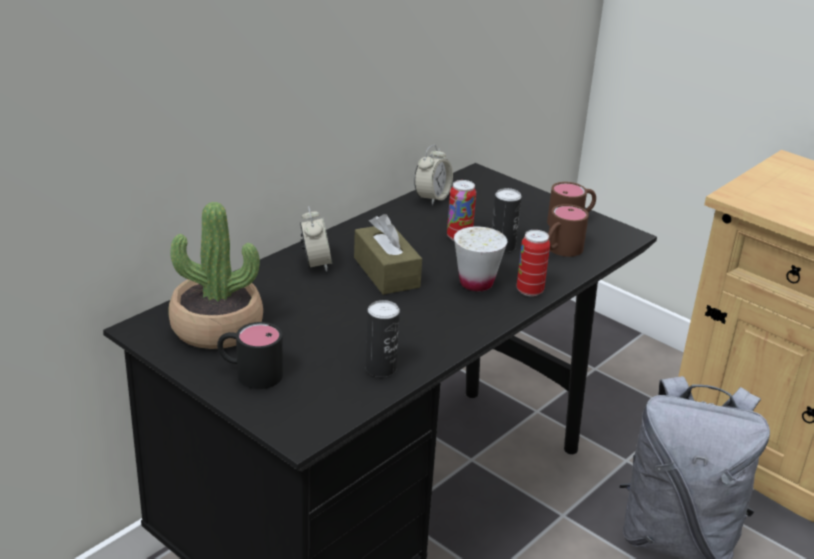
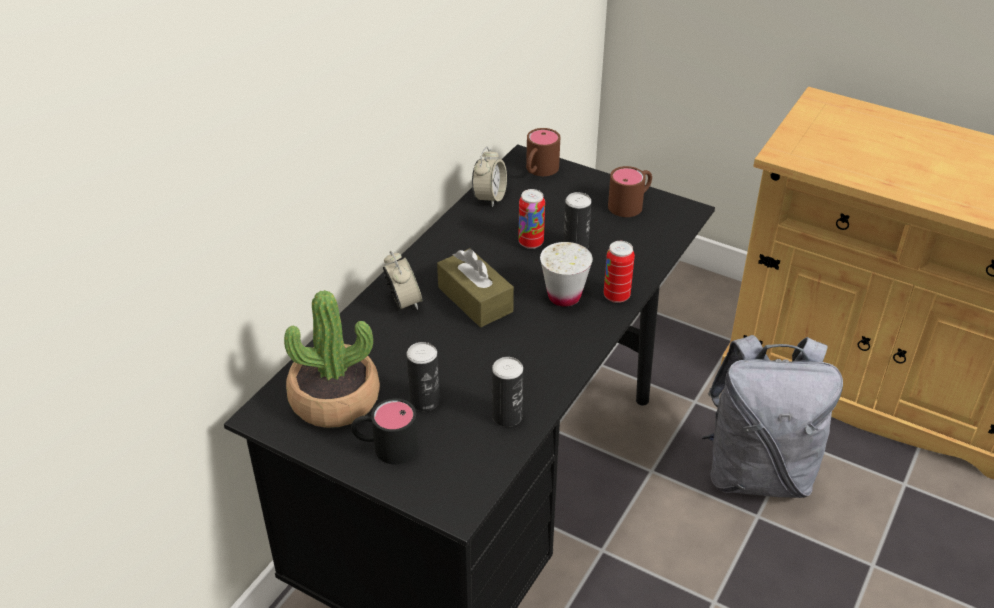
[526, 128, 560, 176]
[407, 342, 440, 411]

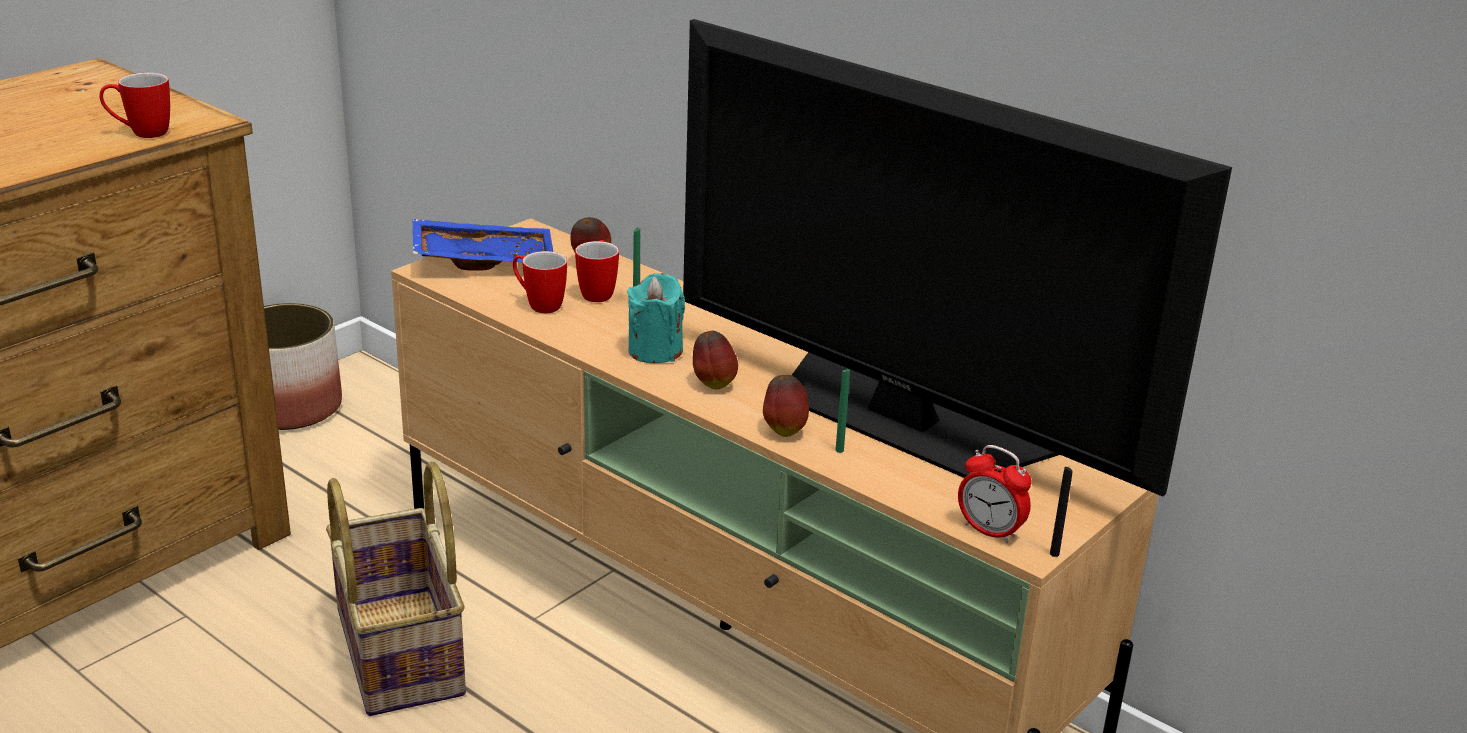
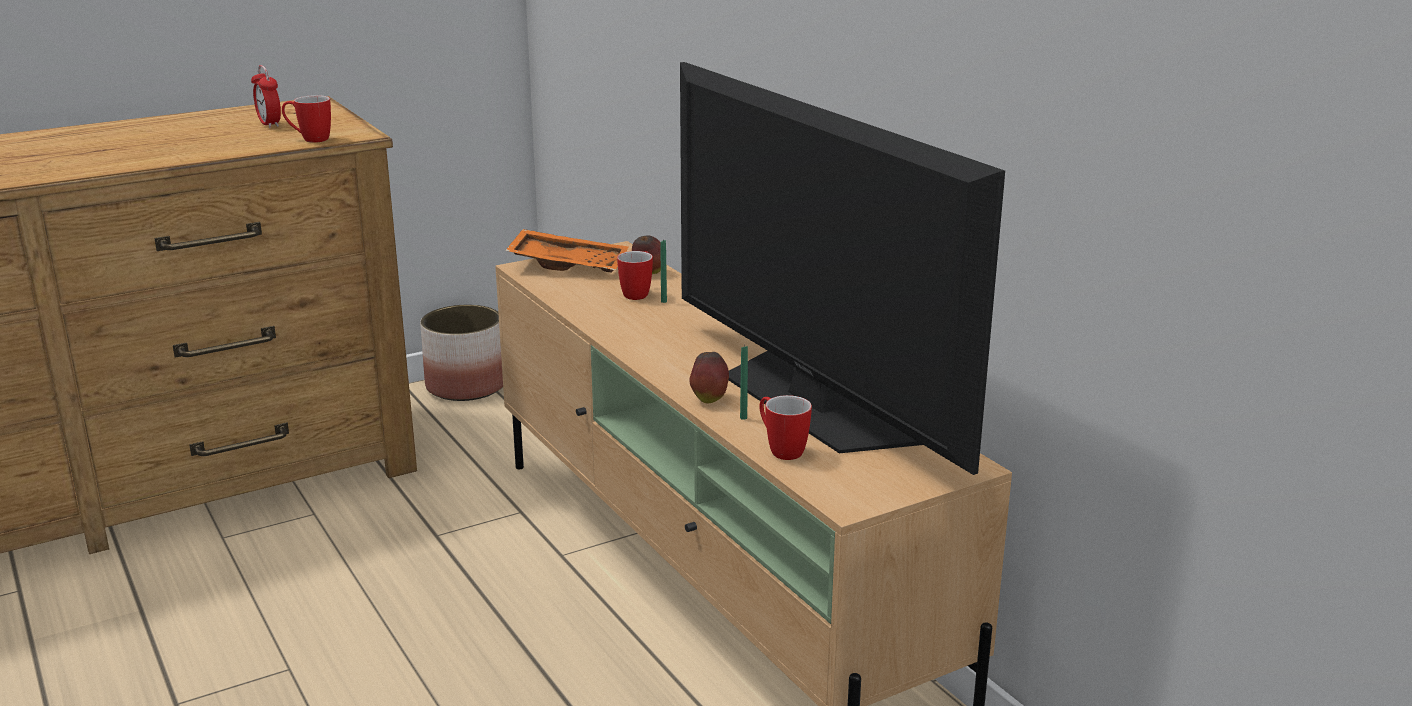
[326, 461, 466, 716] (first image)
[505, 229, 628, 273]
[760, 395, 812, 460]
[627, 273, 685, 363] (first image)
[693, 331, 738, 389] (first image)
[251, 65, 281, 128]
[1050, 467, 1073, 557] (first image)

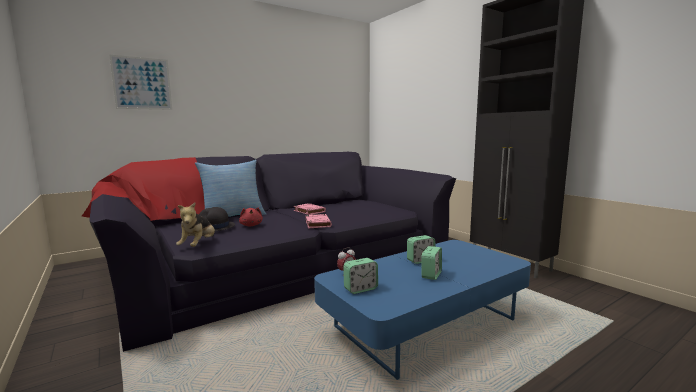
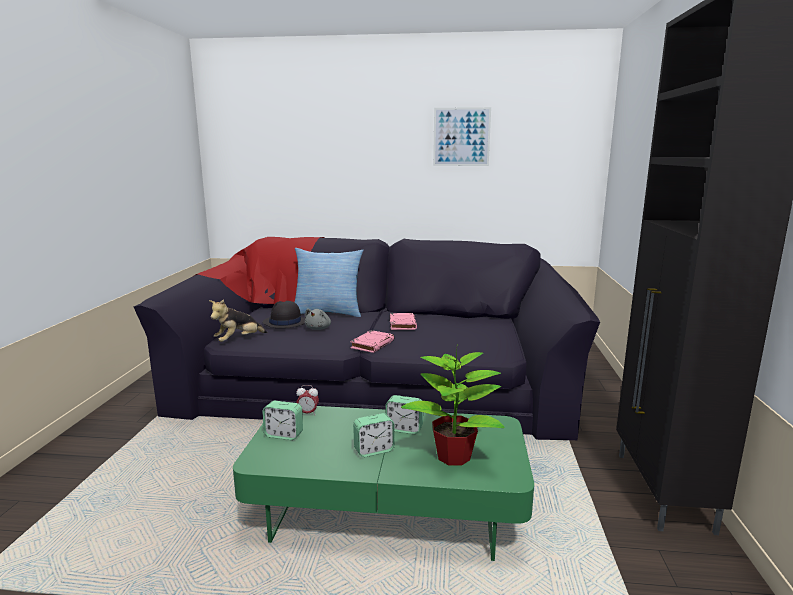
[433, 107, 491, 166]
[305, 308, 331, 330]
[233, 406, 534, 561]
[401, 347, 505, 466]

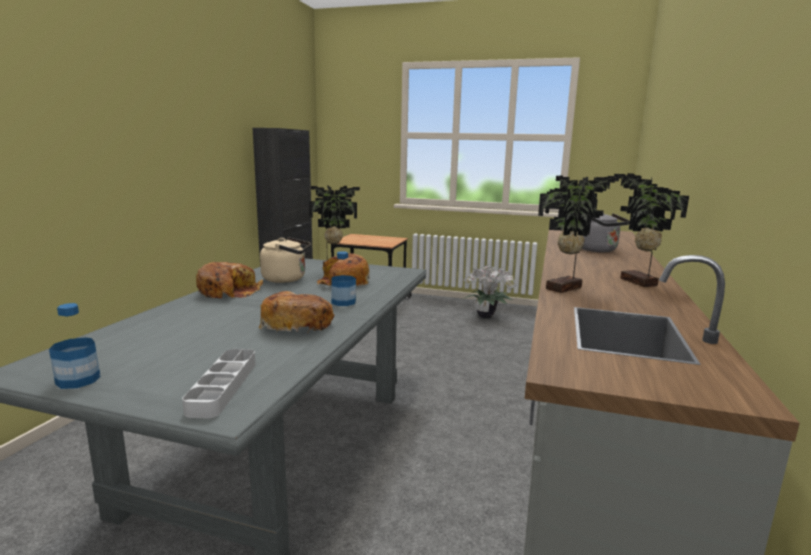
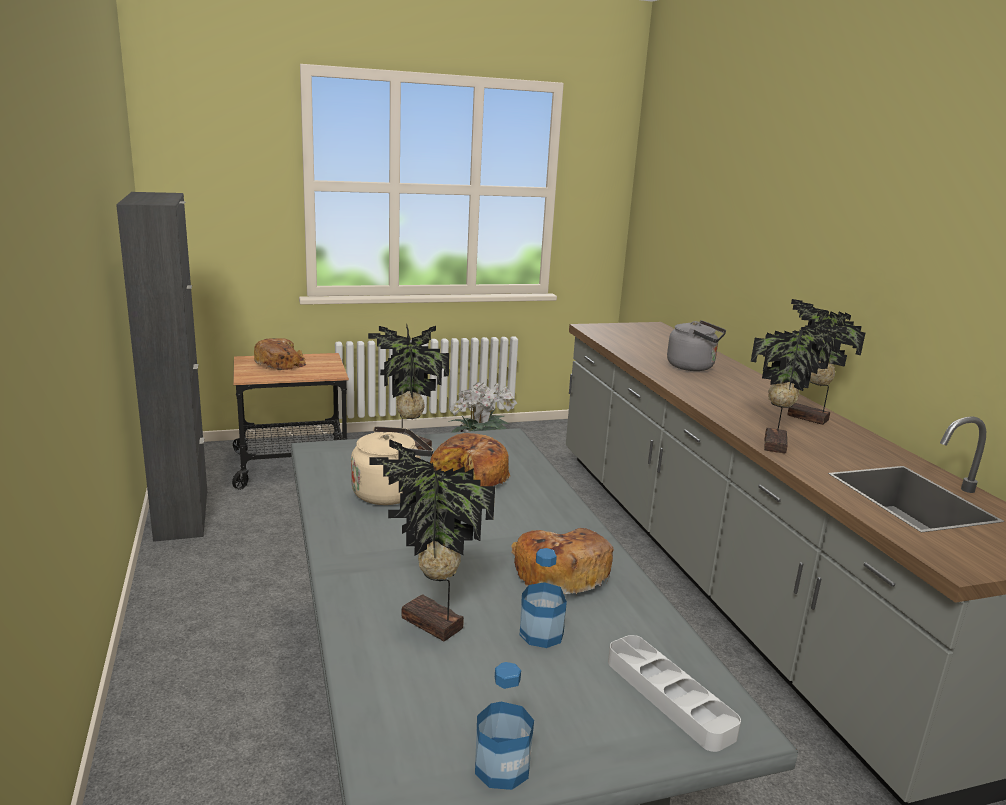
[254, 338, 306, 370]
[520, 548, 567, 648]
[370, 439, 495, 641]

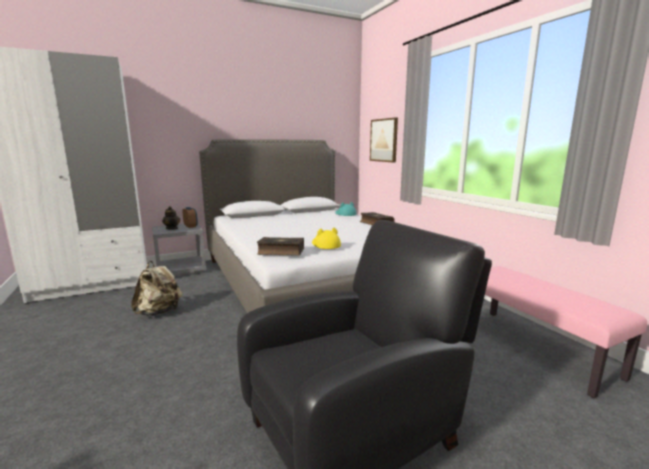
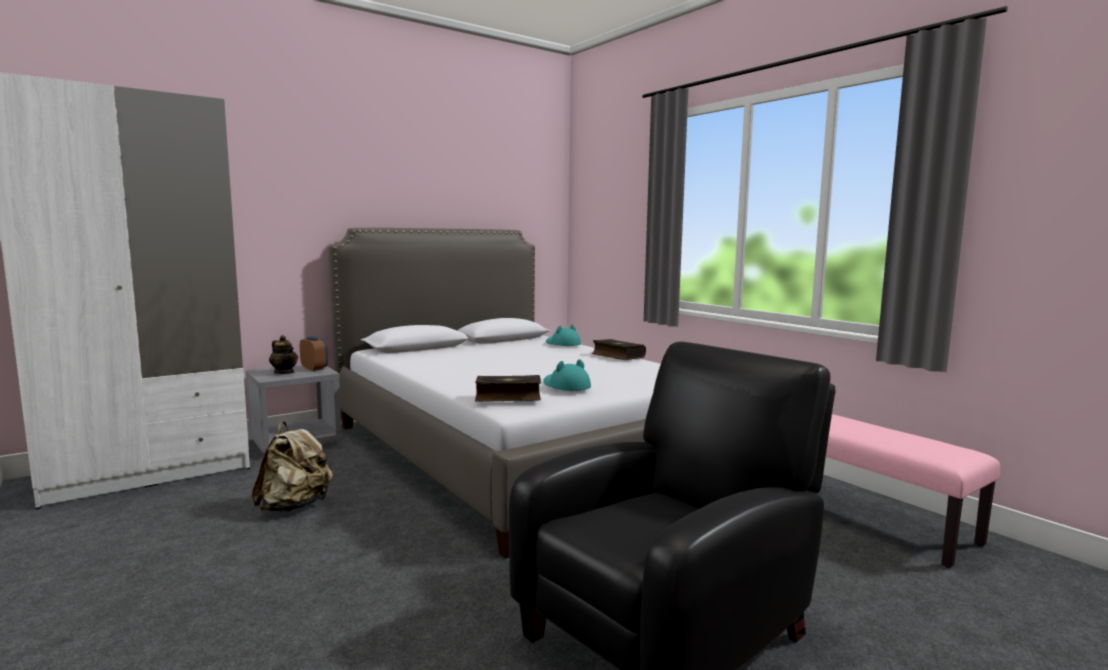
[543, 359, 591, 391]
[370, 118, 398, 163] (first image)

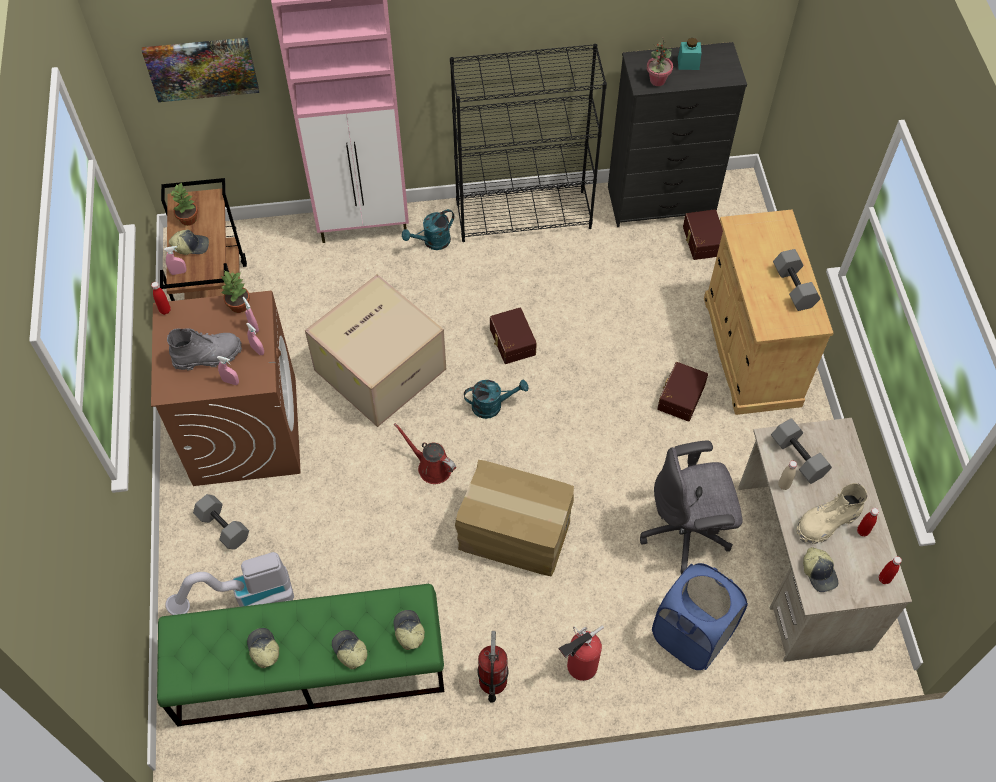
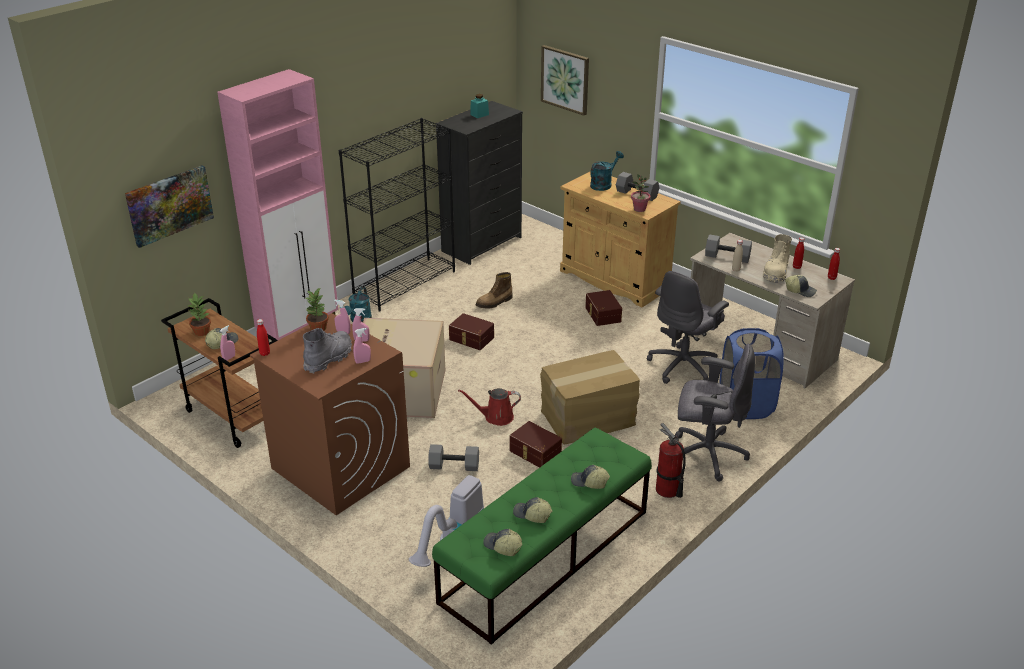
[428, 444, 479, 471]
[483, 529, 522, 556]
[590, 151, 624, 191]
[675, 344, 755, 481]
[631, 174, 651, 212]
[509, 421, 562, 468]
[476, 272, 513, 309]
[541, 45, 589, 116]

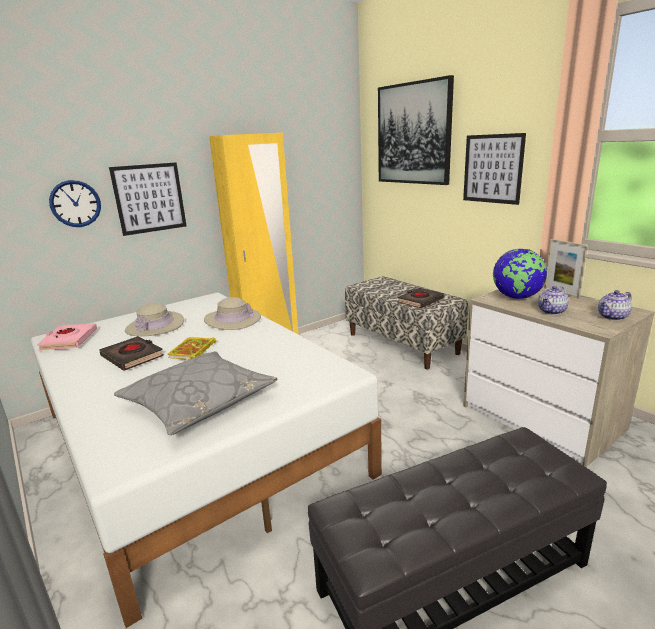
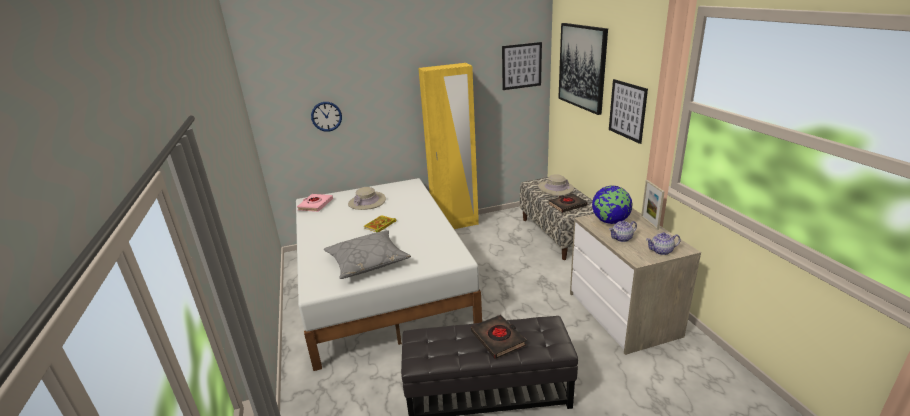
[471, 315, 526, 359]
[502, 42, 542, 90]
[538, 174, 574, 196]

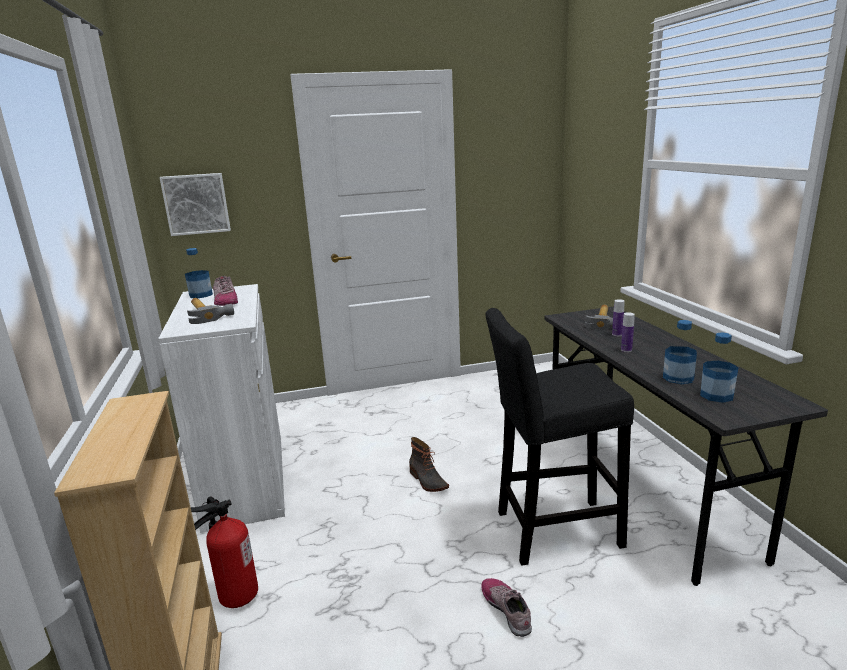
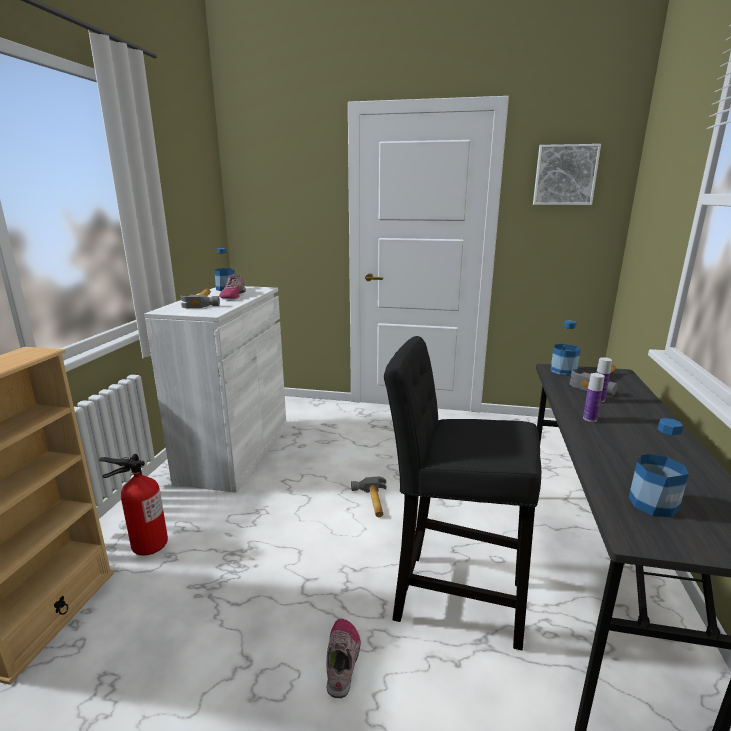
[533, 144, 601, 205]
[351, 477, 386, 517]
[551, 320, 581, 376]

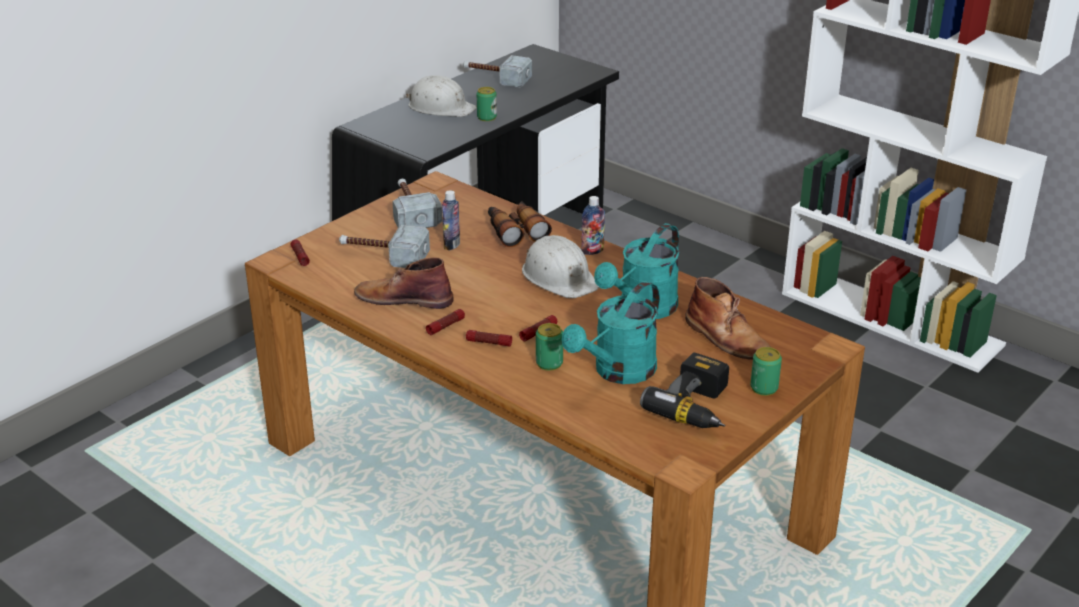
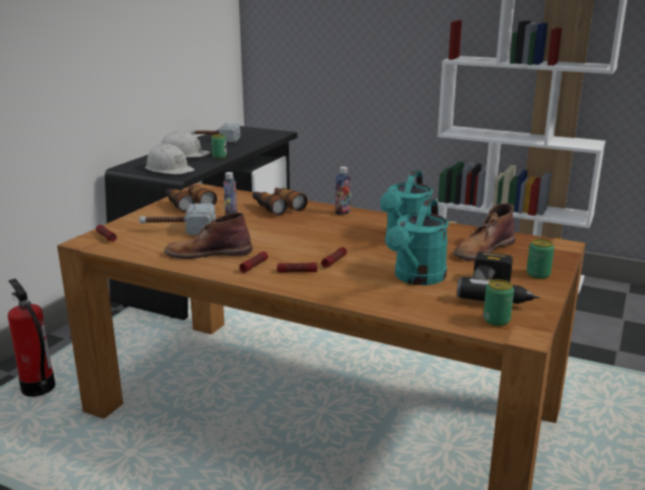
[166, 185, 217, 213]
[145, 144, 195, 175]
[483, 279, 514, 326]
[453, 203, 516, 261]
[8, 279, 55, 397]

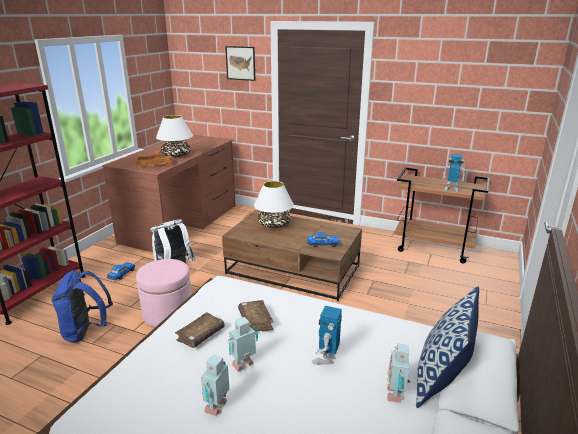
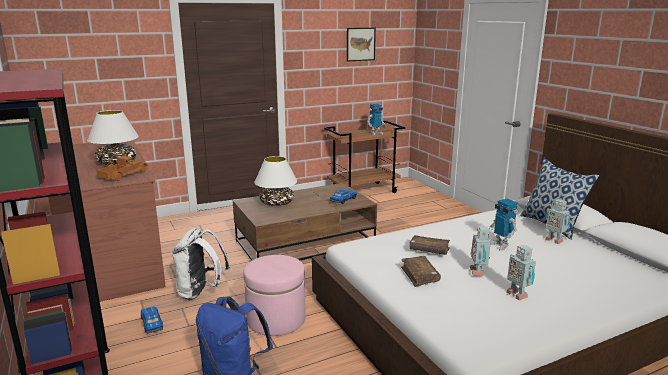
[347, 28, 376, 62]

